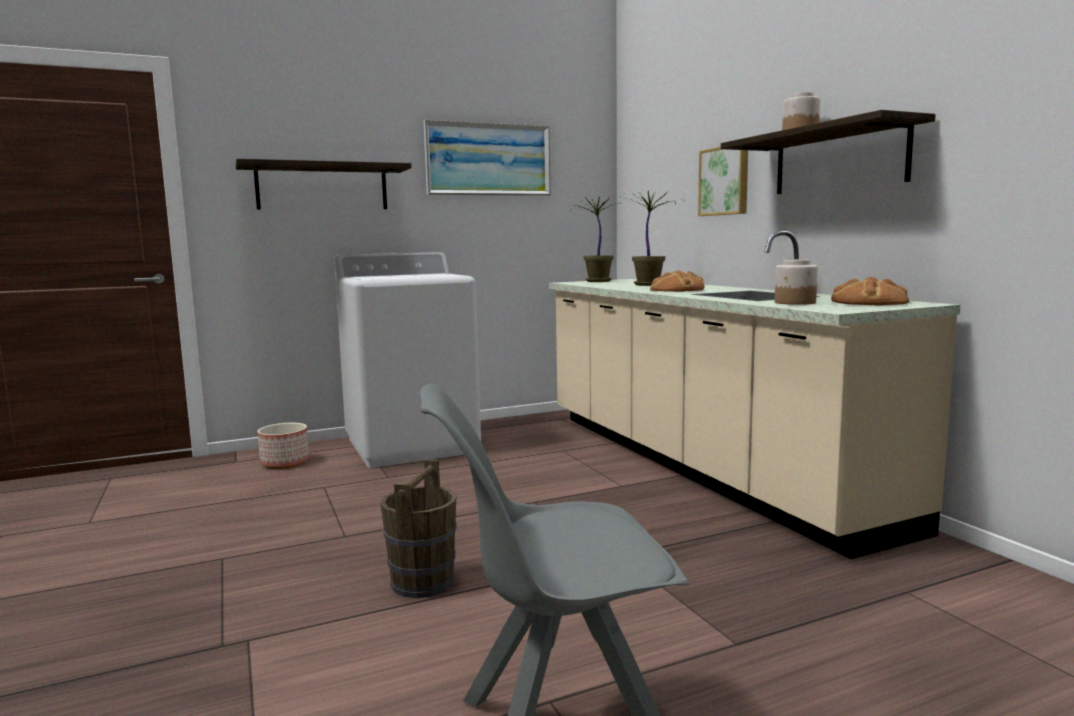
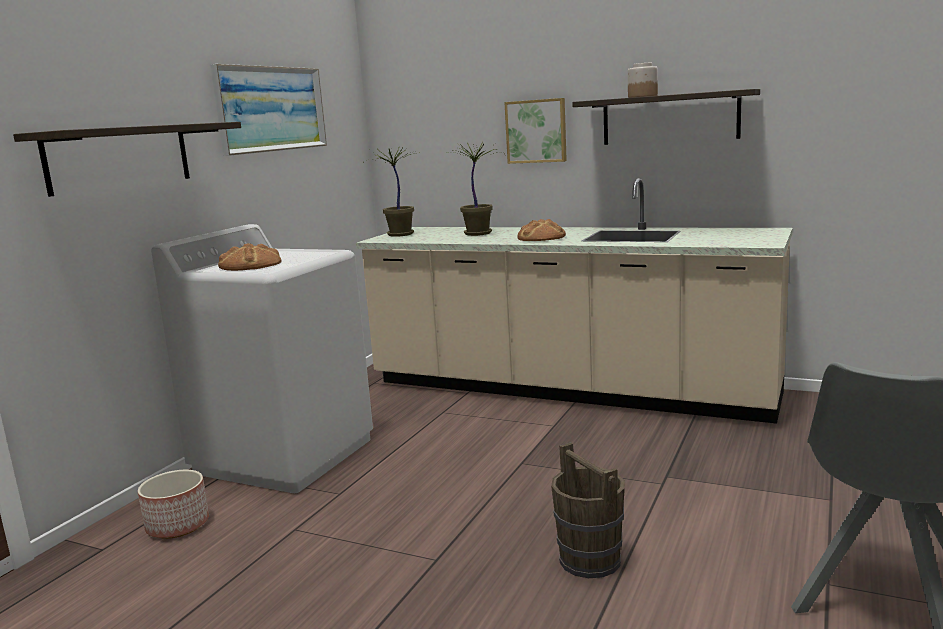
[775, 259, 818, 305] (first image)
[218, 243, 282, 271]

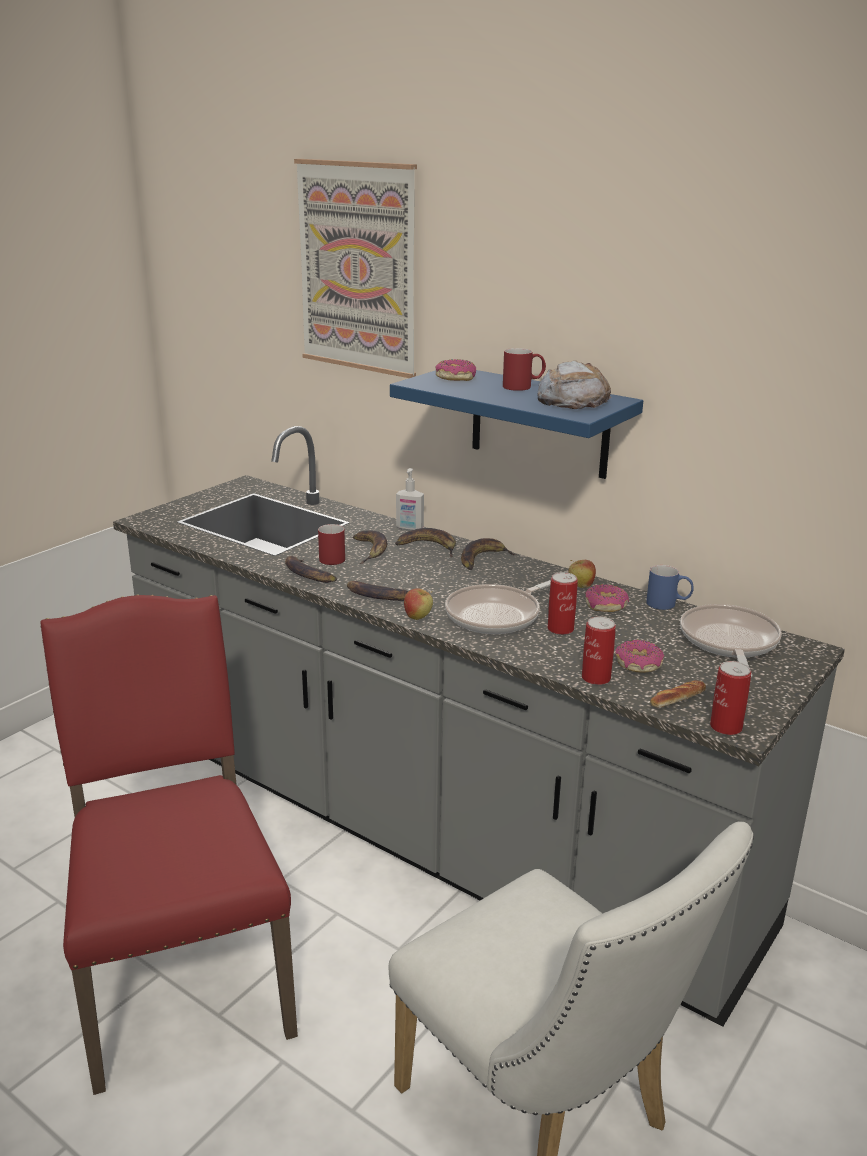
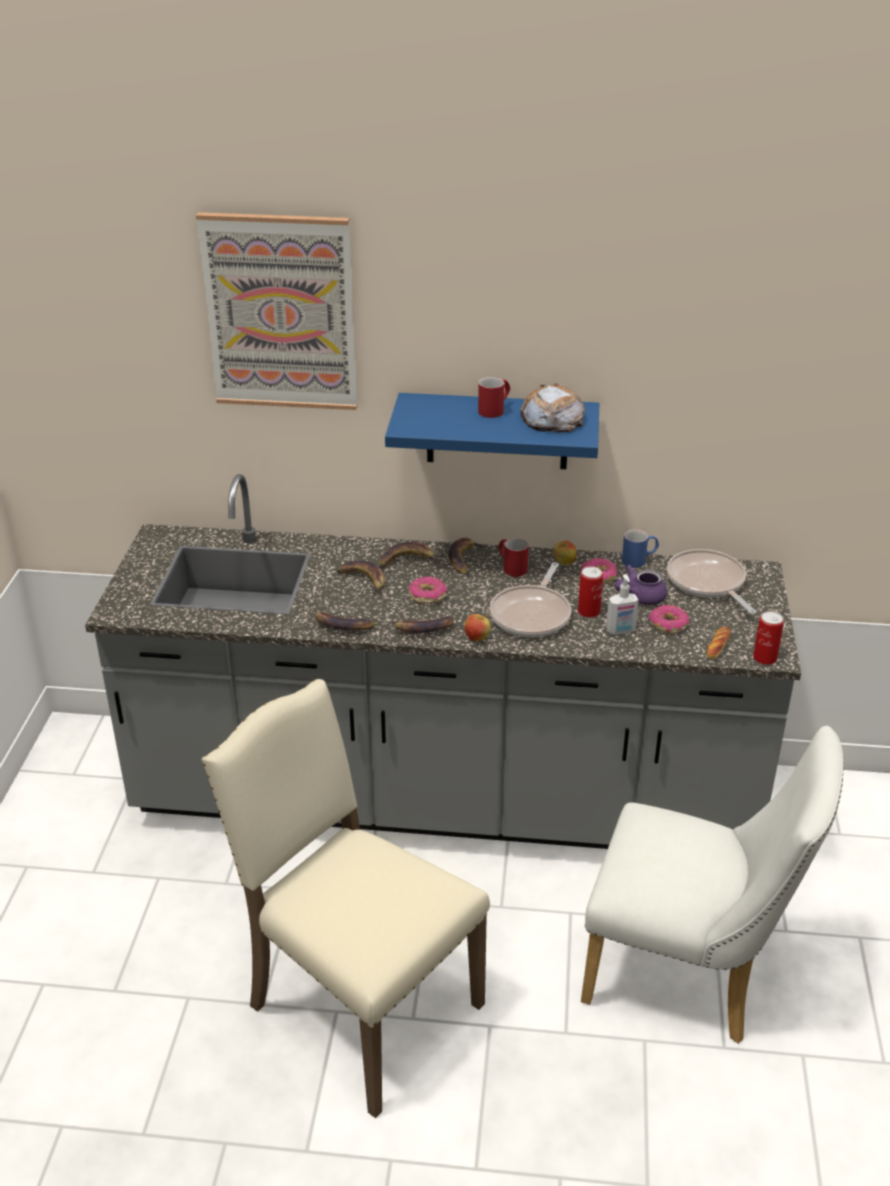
[202, 679, 490, 1118]
[498, 538, 529, 577]
[606, 574, 639, 635]
[409, 576, 447, 604]
[582, 617, 616, 685] (first image)
[615, 565, 667, 605]

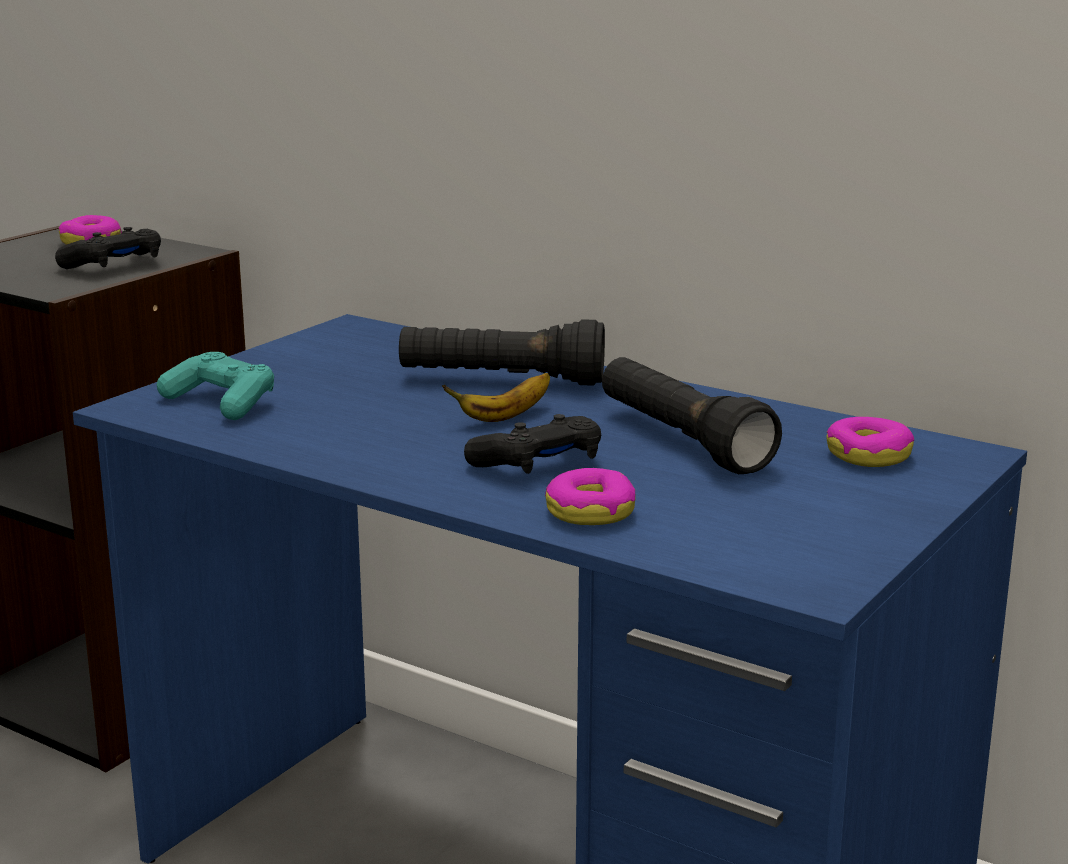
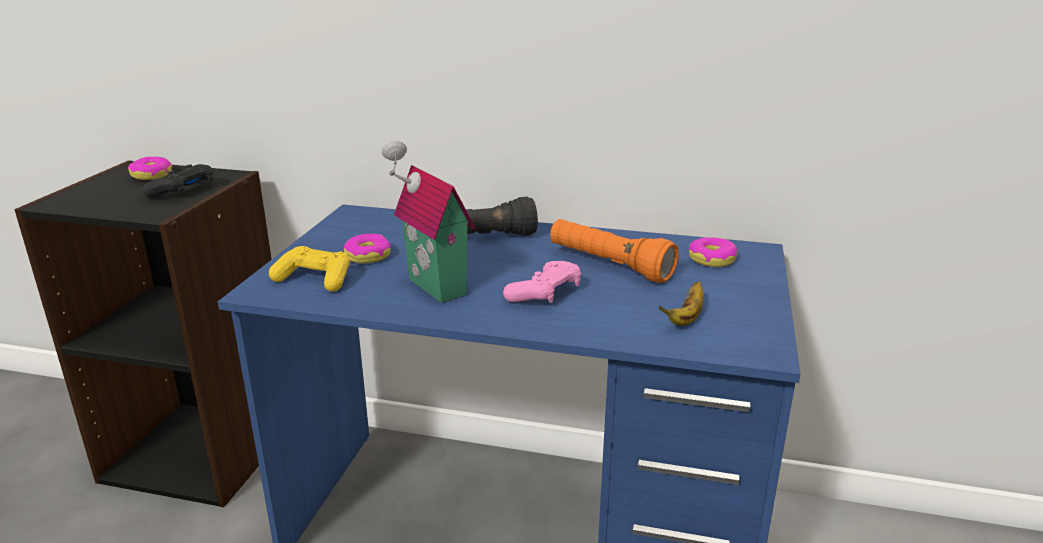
[269, 246, 350, 292]
[659, 281, 704, 326]
[503, 261, 581, 303]
[343, 234, 391, 263]
[550, 219, 679, 283]
[382, 141, 476, 303]

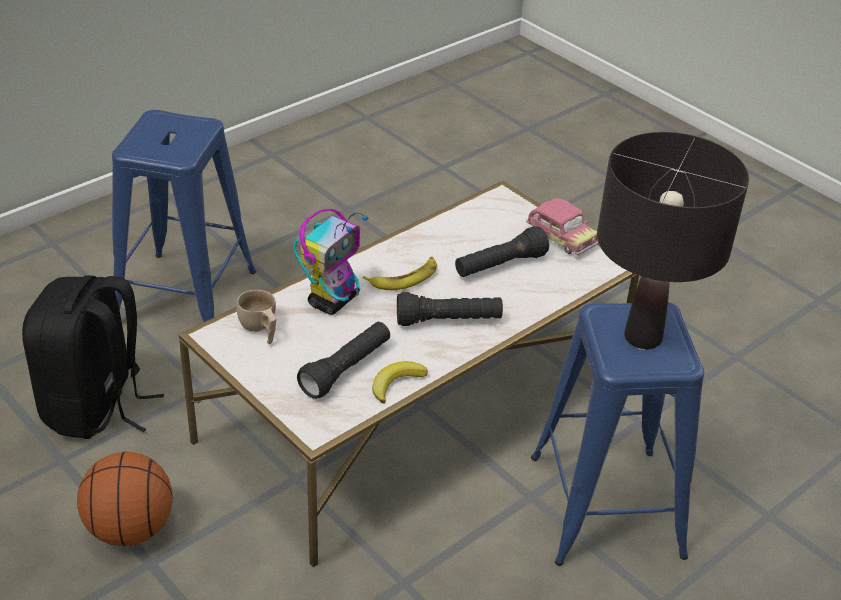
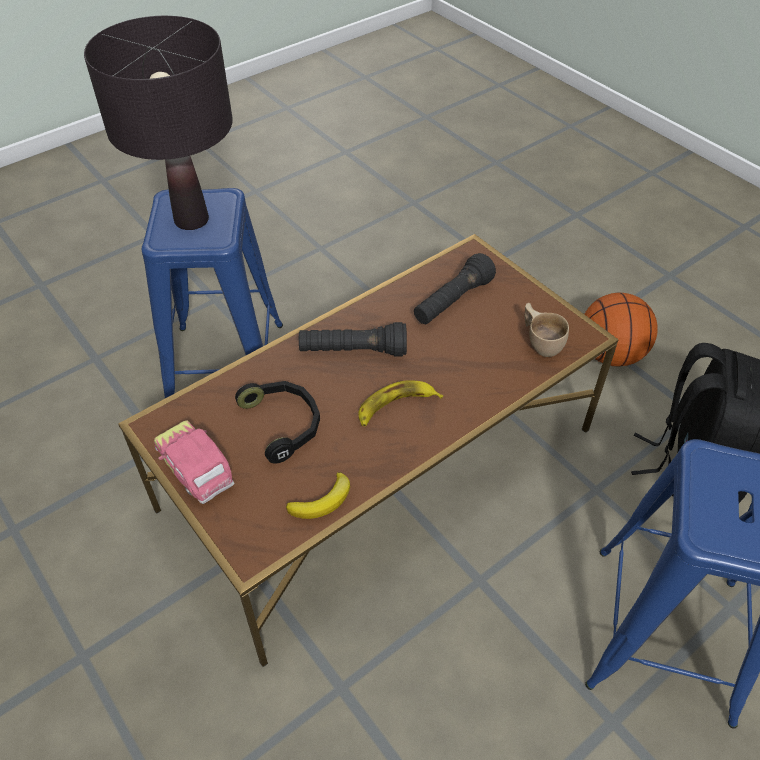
[118, 234, 618, 667]
[293, 208, 368, 315] (first image)
[286, 472, 350, 519]
[235, 381, 320, 464]

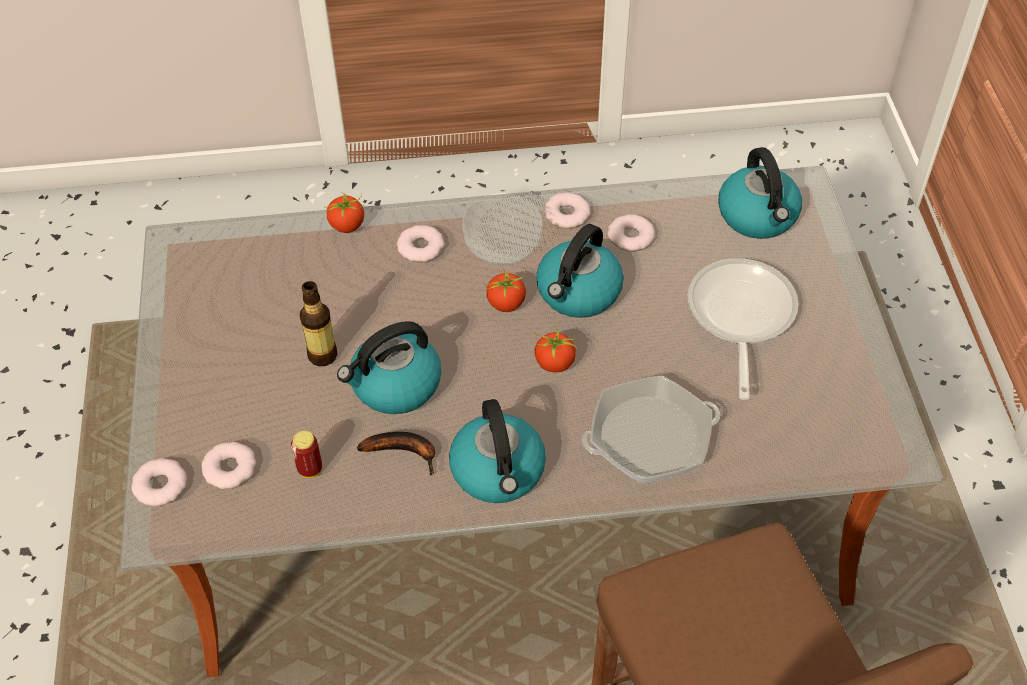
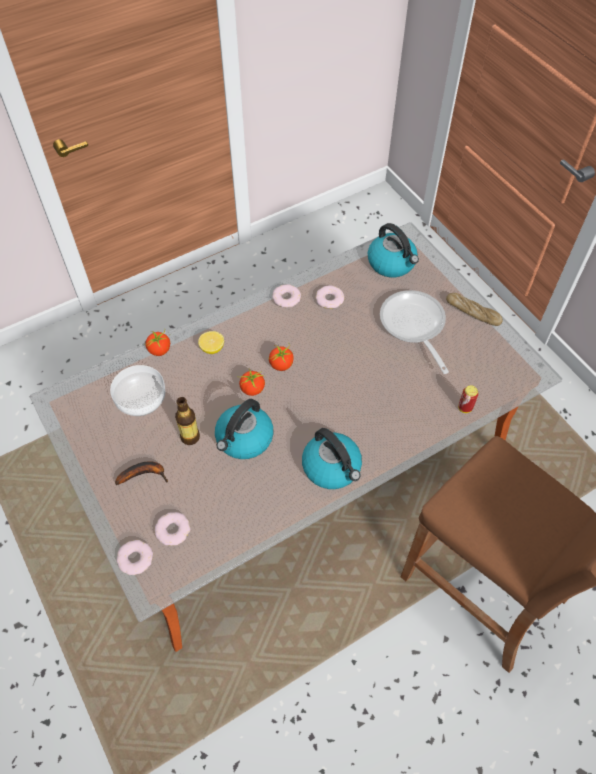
[458, 385, 479, 413]
[115, 461, 168, 485]
[198, 331, 224, 354]
[110, 365, 166, 416]
[239, 369, 265, 396]
[536, 224, 624, 318] (first image)
[582, 375, 720, 483] (first image)
[446, 293, 503, 326]

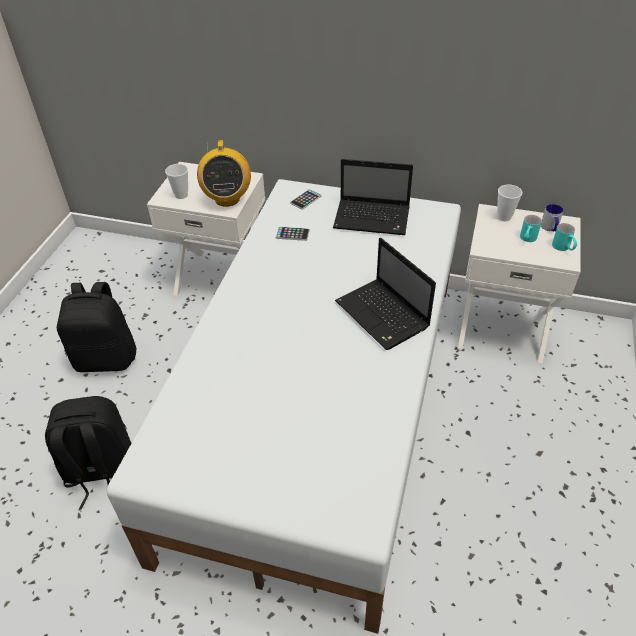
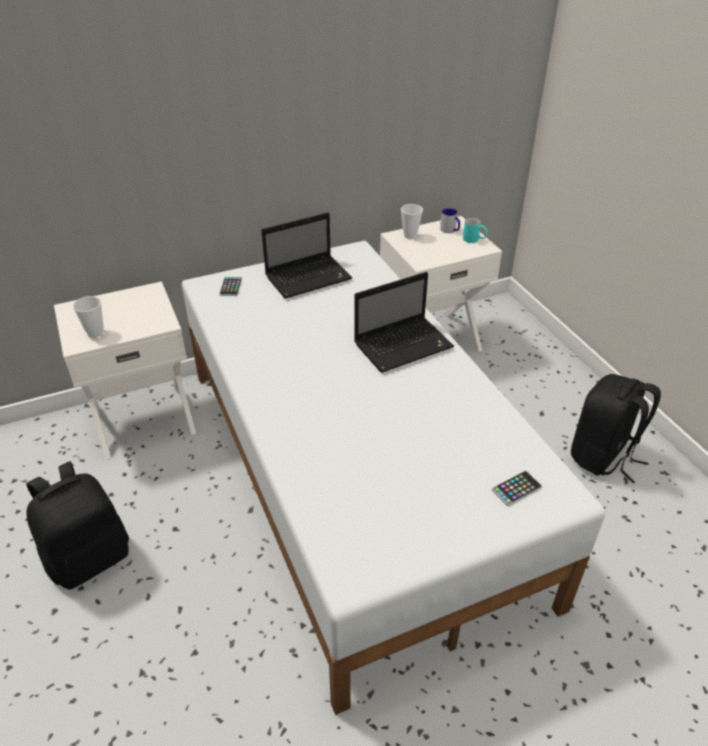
[571, 374, 661, 483]
[197, 140, 251, 207] (first image)
[492, 471, 542, 506]
[354, 272, 454, 373]
[520, 215, 542, 242] (first image)

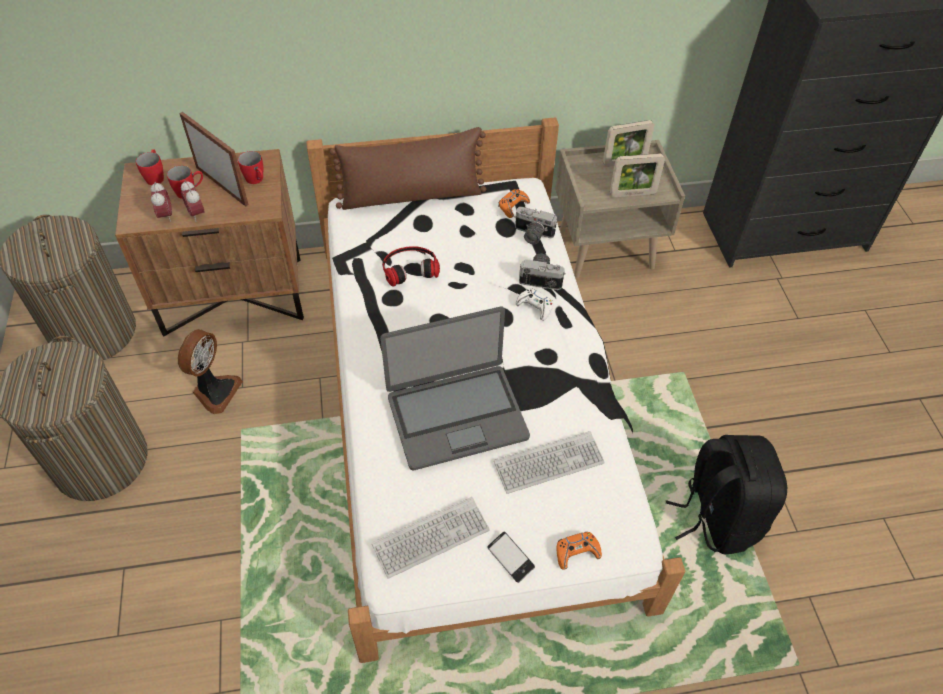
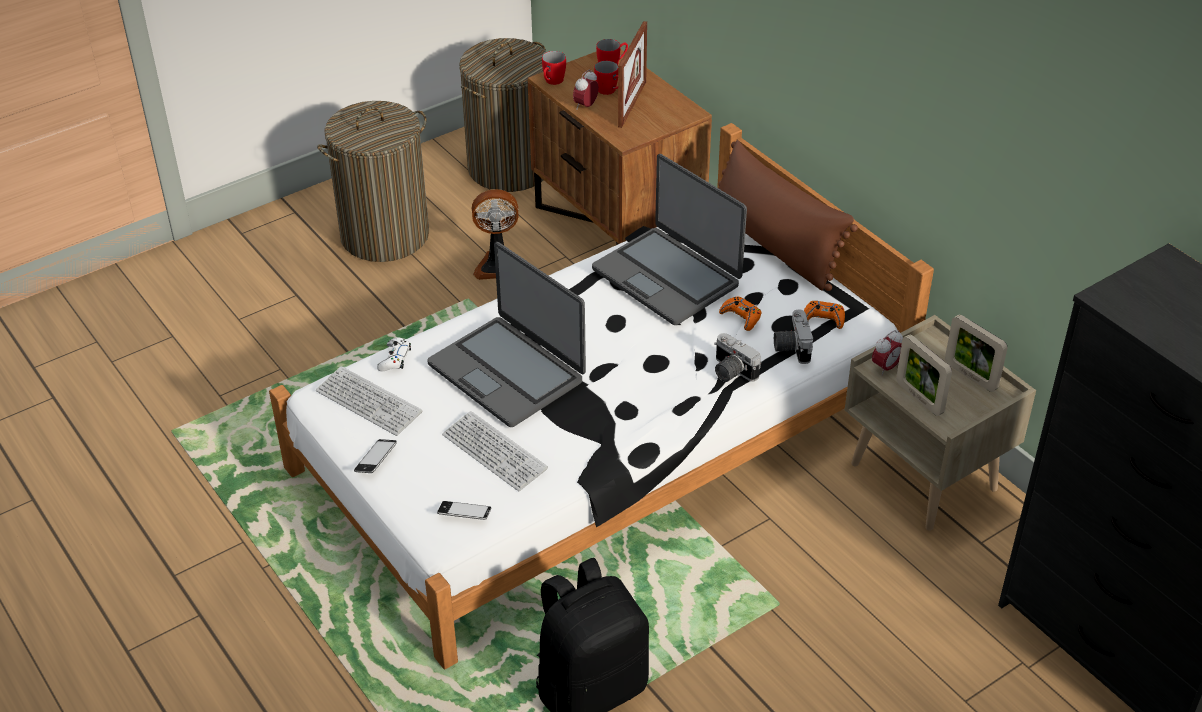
[872, 330, 903, 376]
[542, 51, 566, 85]
[592, 154, 747, 325]
[377, 337, 411, 371]
[714, 333, 761, 382]
[719, 297, 761, 331]
[437, 501, 491, 520]

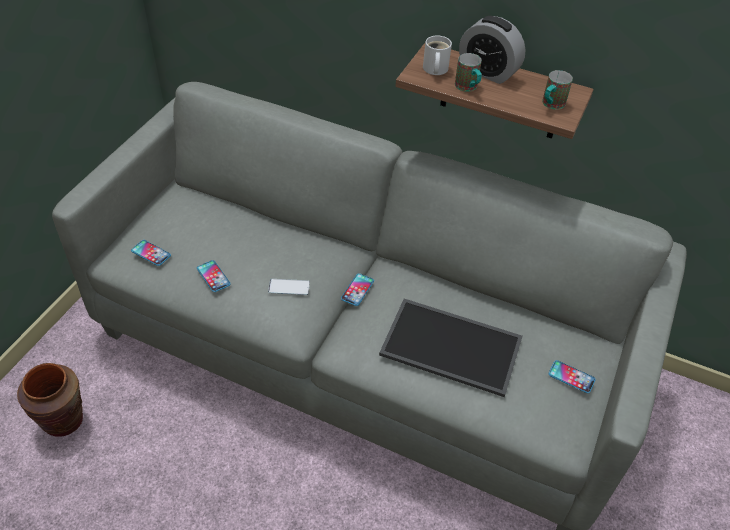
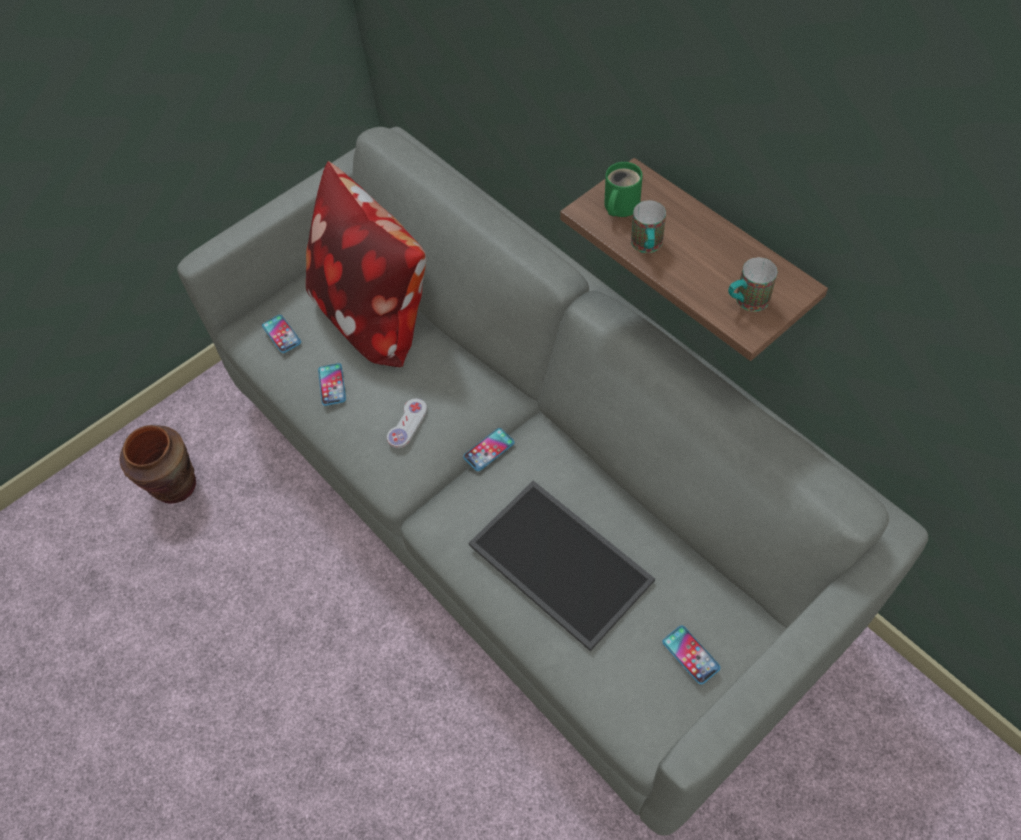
[387, 398, 427, 448]
[604, 162, 643, 217]
[459, 16, 526, 84] (first image)
[306, 161, 426, 367]

